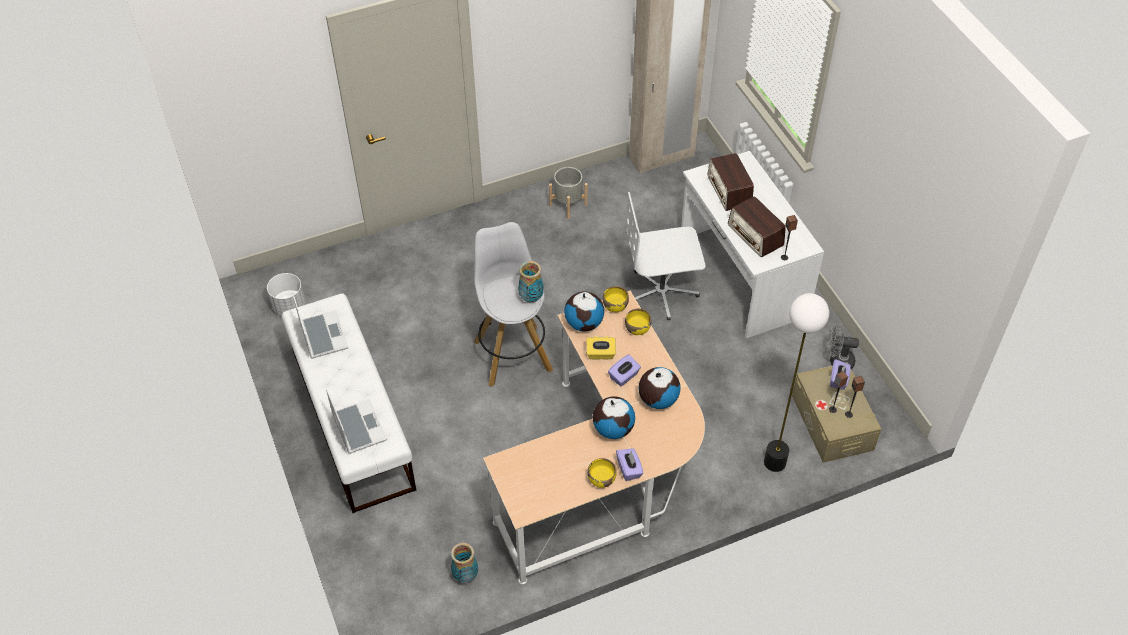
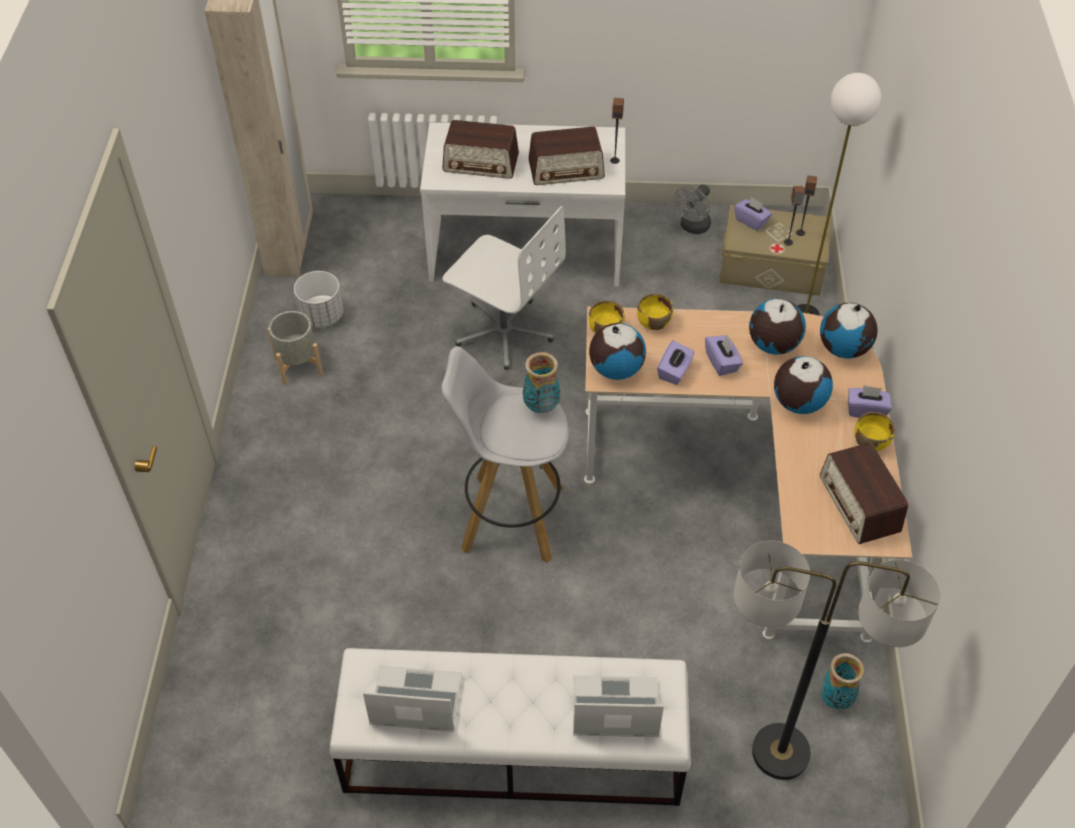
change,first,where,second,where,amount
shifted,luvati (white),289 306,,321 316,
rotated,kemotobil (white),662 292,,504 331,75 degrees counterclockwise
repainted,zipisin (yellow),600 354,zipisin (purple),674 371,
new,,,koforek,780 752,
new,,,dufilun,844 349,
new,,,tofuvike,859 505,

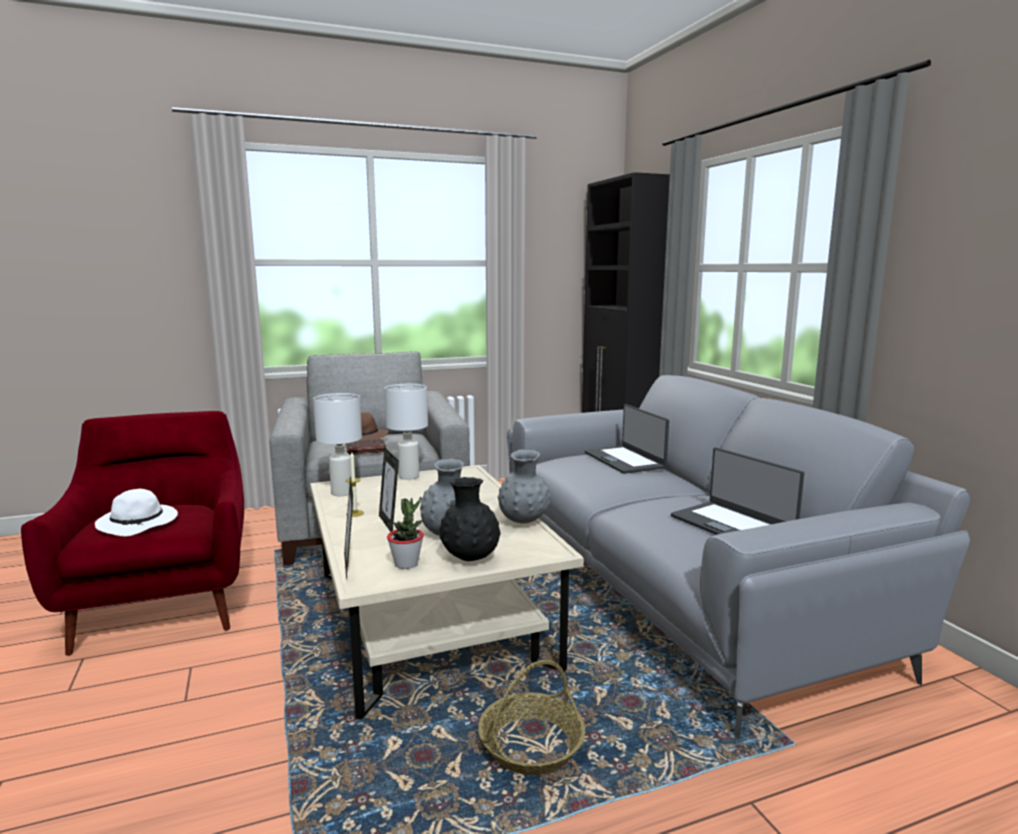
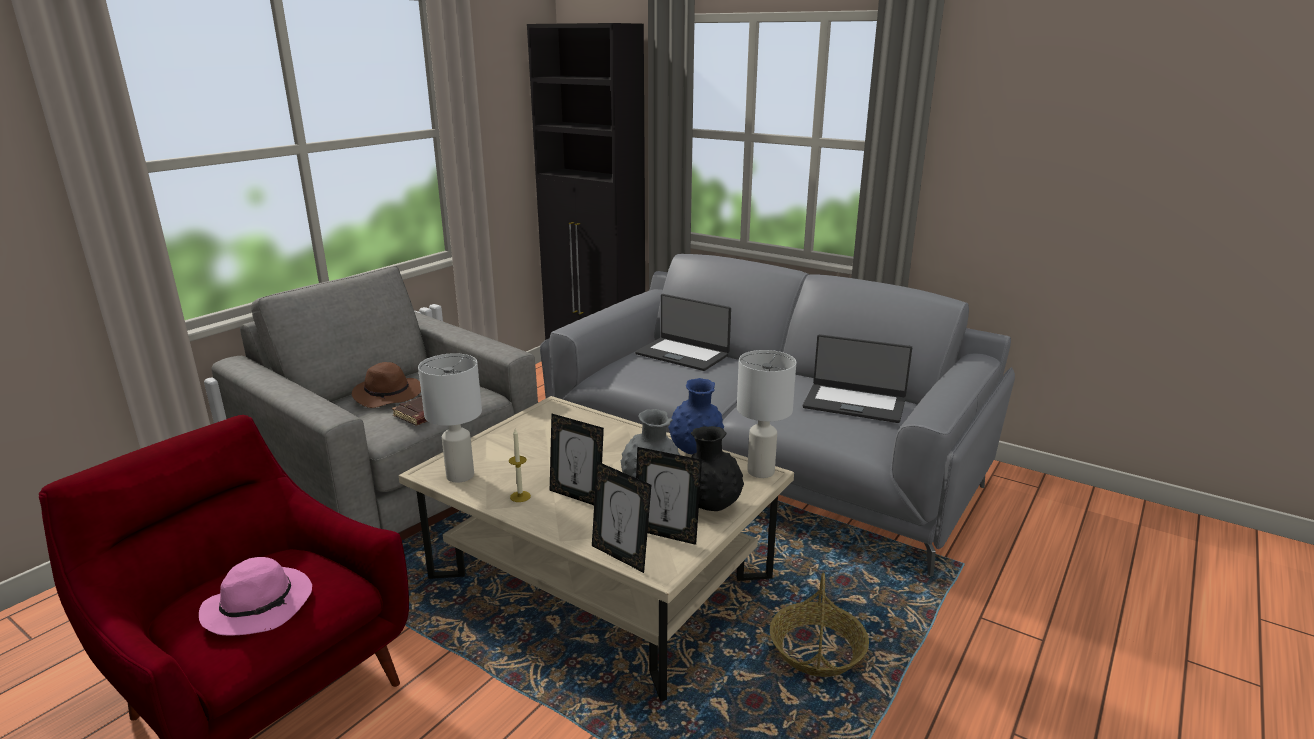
change,first,where,second,where,amount
repainted,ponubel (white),139 524,ponubel (pink),260 605,
swapped,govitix,406 564,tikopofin,666 534,
repainted,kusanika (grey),523 521,kusanika (blue),696 451,
shifted,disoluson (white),408 477,,761 471,

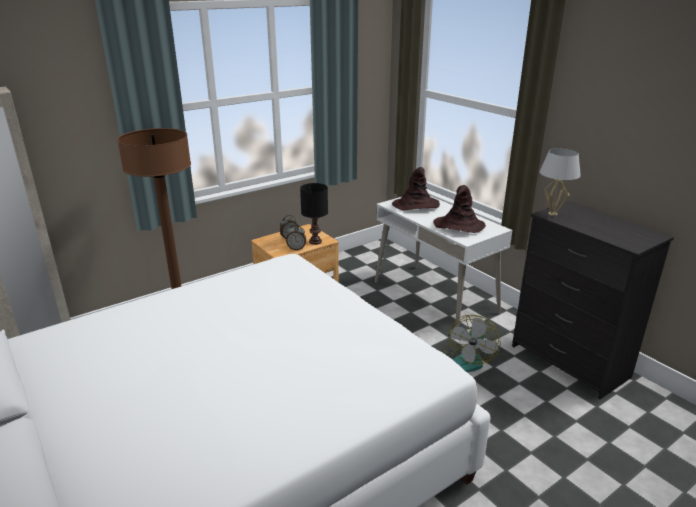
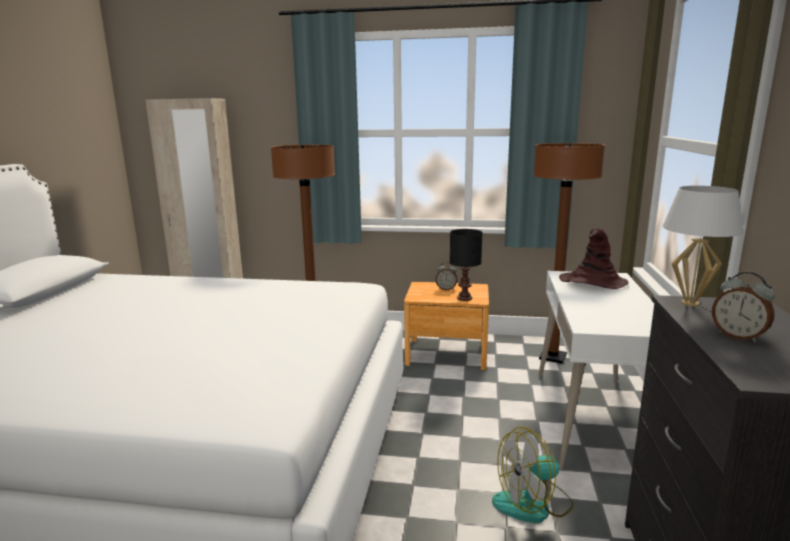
change,first,where,second,where,amount
new,,,koforek (brown),552 357,
shifted,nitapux,296 248,,738 336,
gone,ponubel (brown),458 225,,,

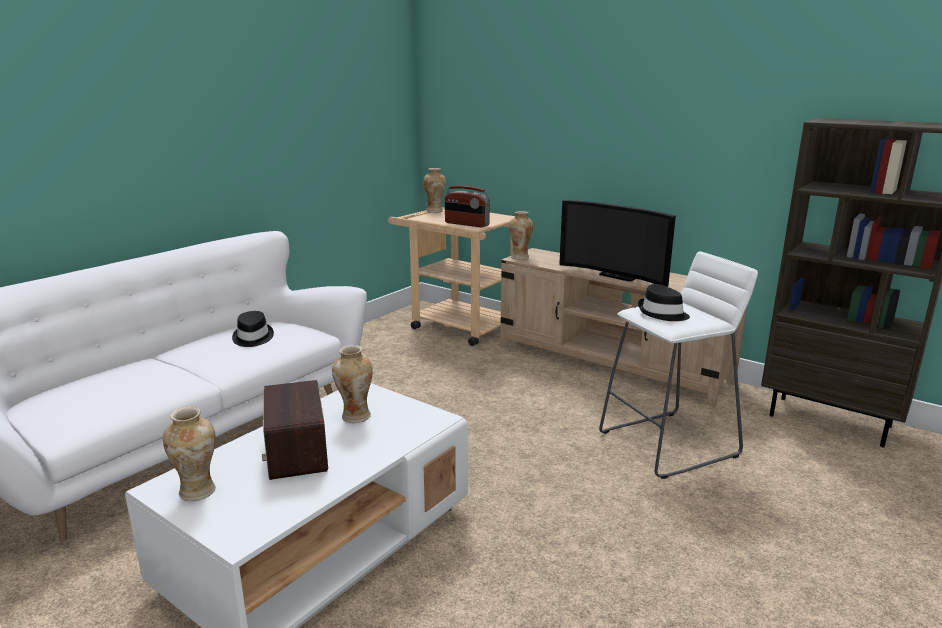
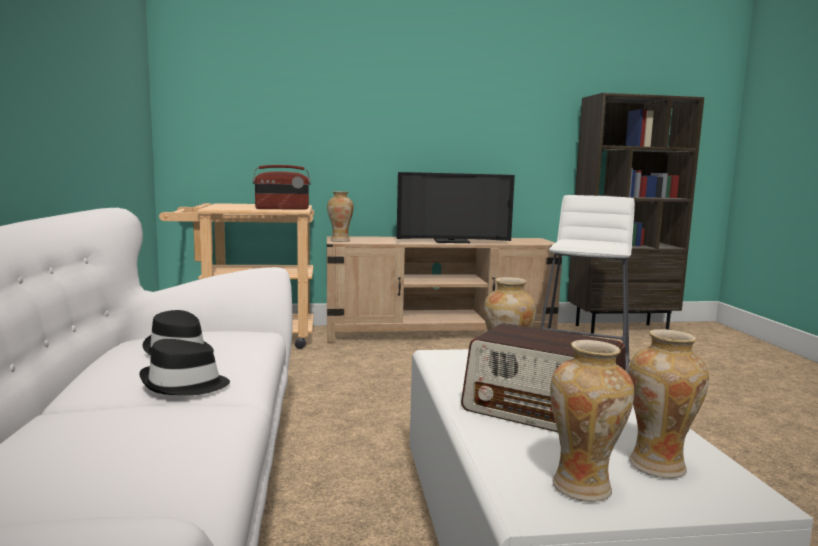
change,first,where,second,where,amount
shifted,ponubel (black),662 313,,184 384,
shifted,kusanika,435 211,,658 466,

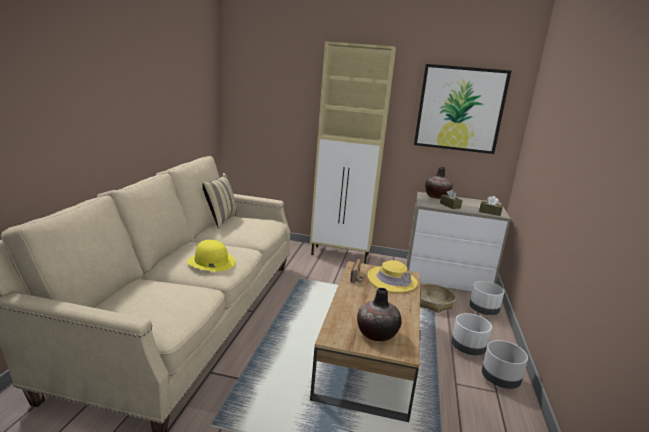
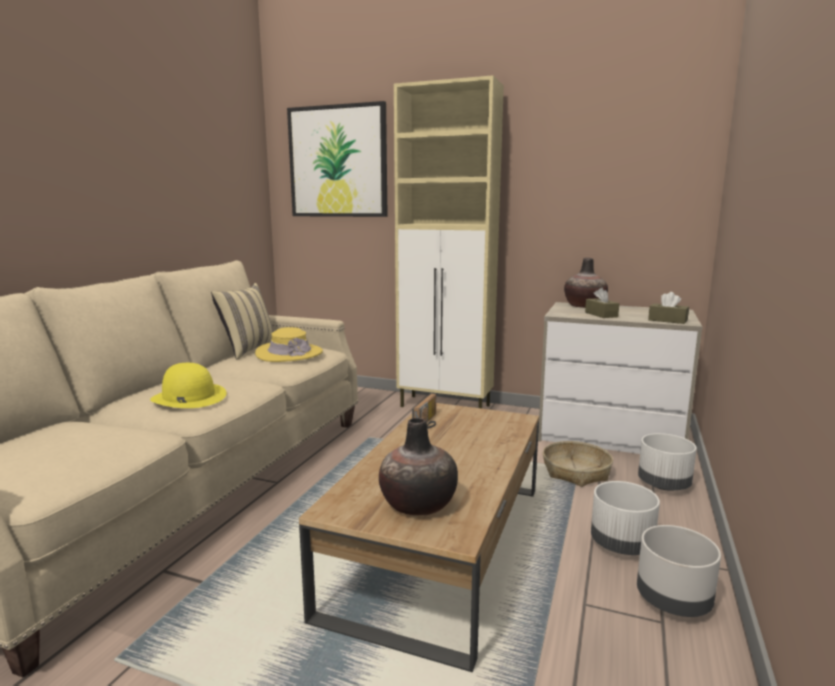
change,first,where,second,where,amount
shifted,ponubel (yellow),392 280,,289 353,
shifted,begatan,460 109,,338 162,

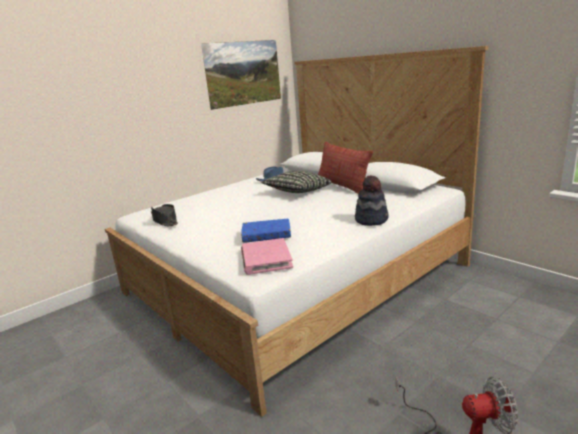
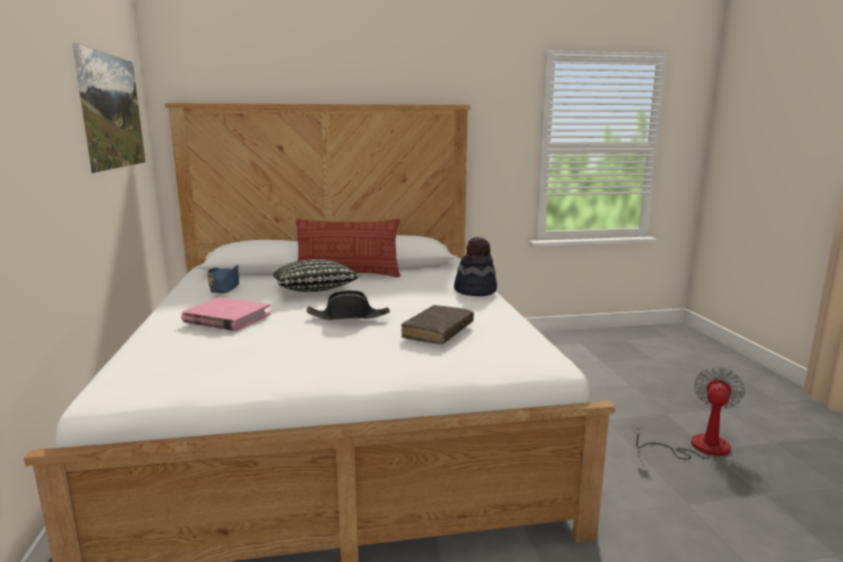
change,first,where,second,where,amount
shifted,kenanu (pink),266 259,,226 318,
shifted,ponubel (black),165 221,,349 316,
repainted,kenanu (blue),266 236,kenanu (brown),438 332,

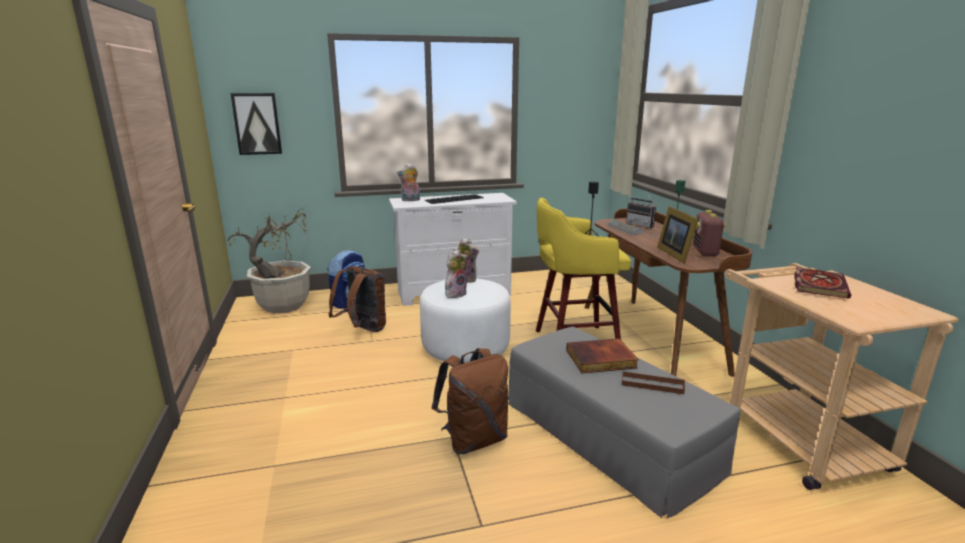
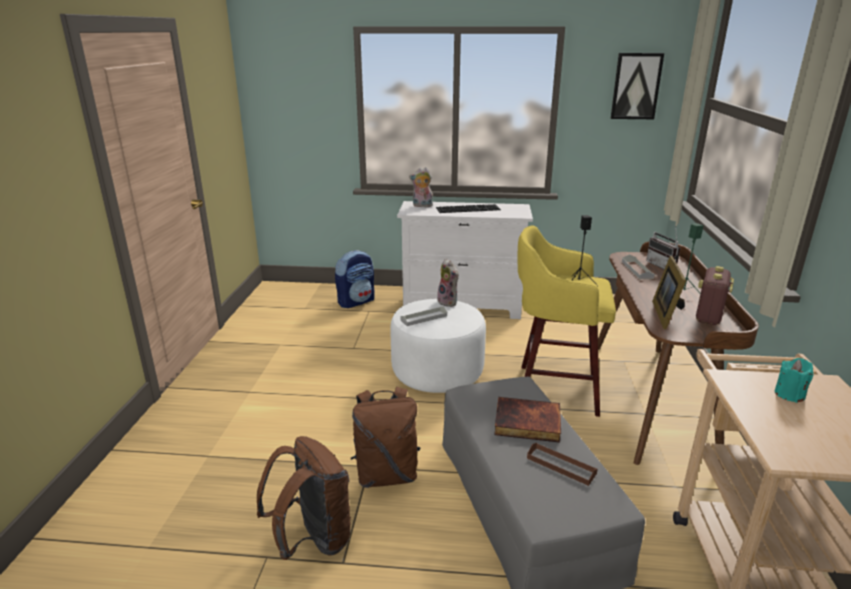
change,first,where,second,where,amount
shifted,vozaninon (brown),363 329,,313 540,
swapped,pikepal,455 293,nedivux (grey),424 318,
shifted,begatan,257 124,,636 86,
swapped,kenanu,818 285,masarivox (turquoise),789 394,
gone,govitix,283 306,,,

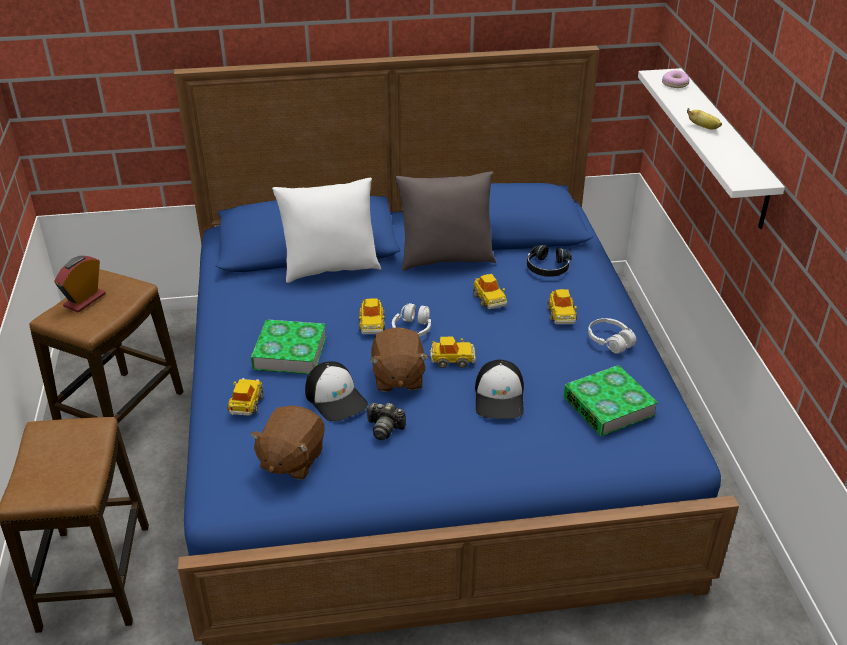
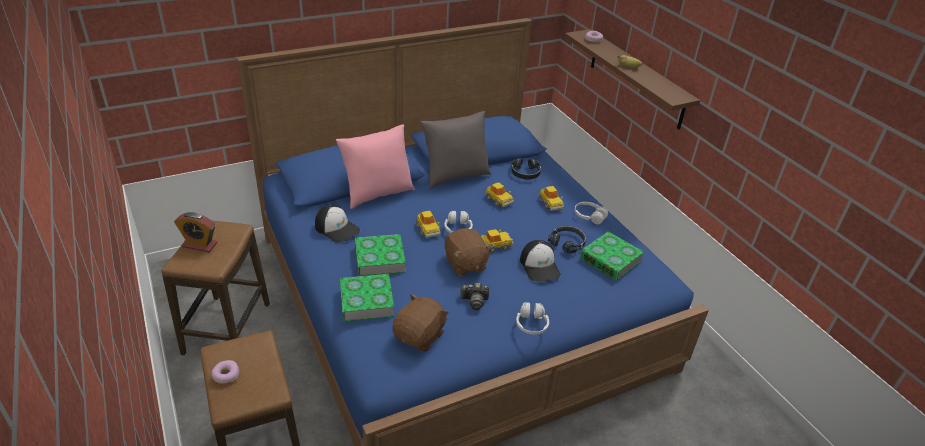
change,first,where,second,where,amount
rotated,nitapux,85 300,,199 245,90 degrees counterclockwise
new,,,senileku,226 375,
shifted,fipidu,336 398,,337 228,
repainted,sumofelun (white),330 268,sumofelun (pink),377 194,
swapped,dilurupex,246 403,kenanu,366 301,
rotated,pikepal (brown),291 459,,420 336,150 degrees counterclockwise
new,,,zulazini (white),531 324,
new,,,zulazini (black),567 243,
repainted,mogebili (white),722 147,mogebili (brown),636 78,

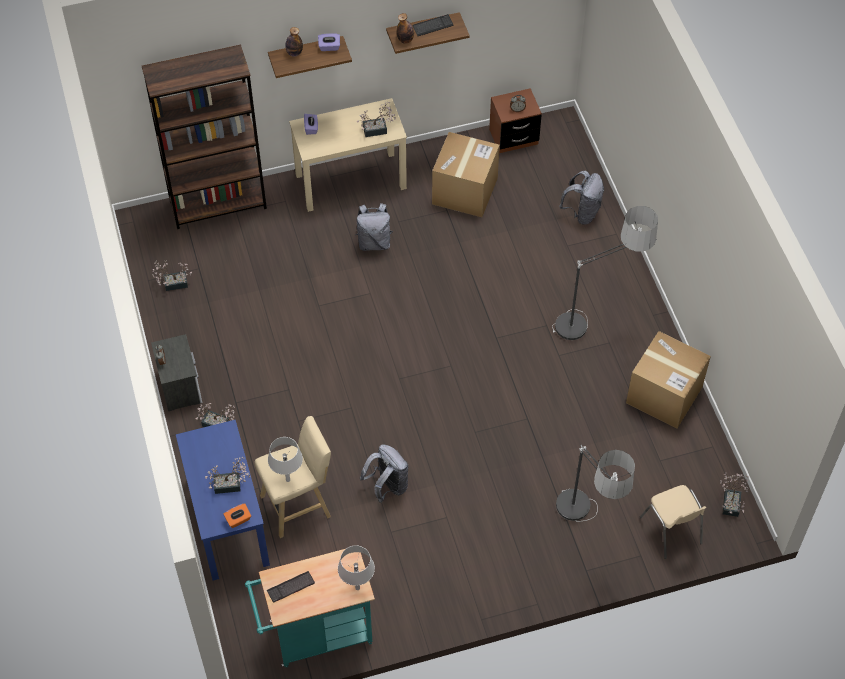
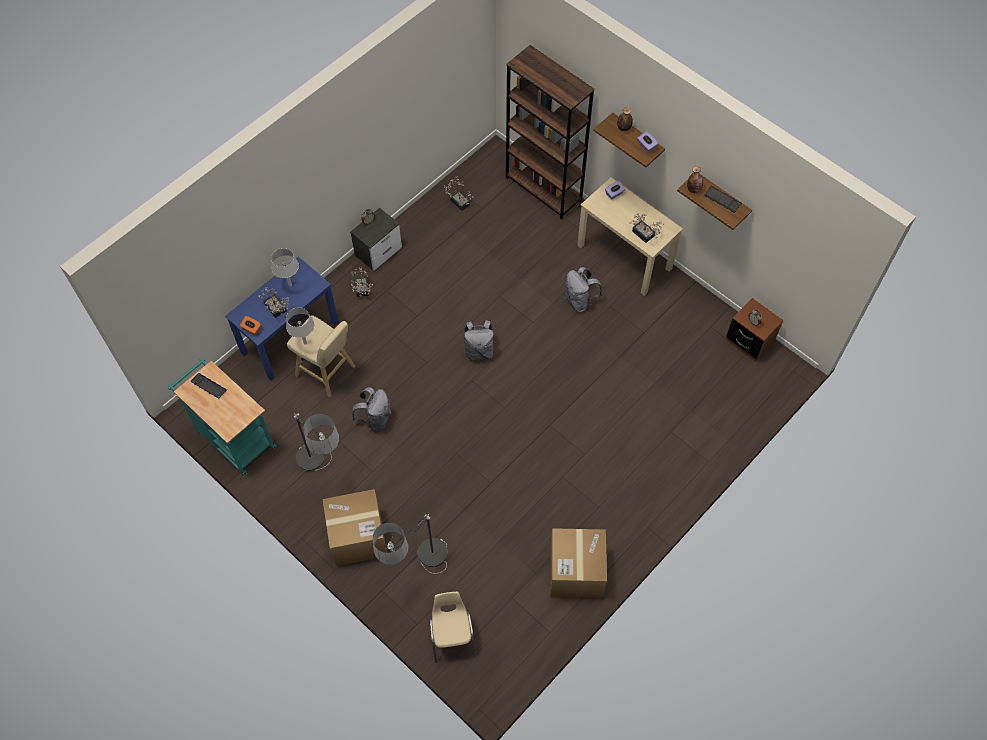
change,first,where,second,where,amount
shifted,disoluson (grey),357 588,,290 285,
shifted,koforek,596 323,,325 474,
shifted,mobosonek,465 191,,358 537,
rotated,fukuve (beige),671 531,,452 636,135 degrees clockwise
shifted,vozaninon (grey),582 212,,479 351,
gone,govitix,731 502,,,

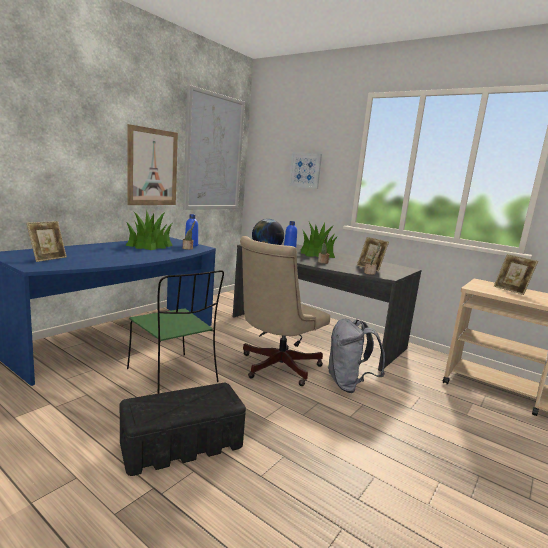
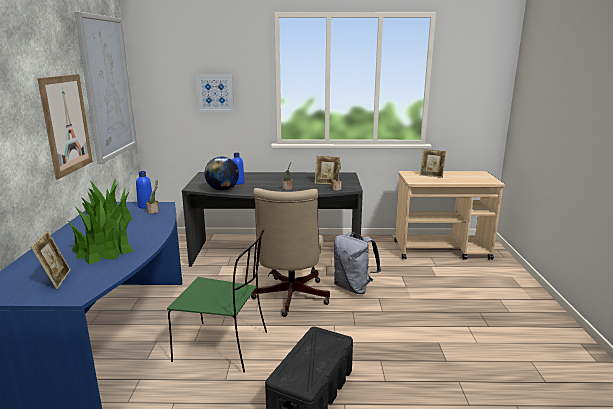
change,first,where,second,where,amount
shifted,govitix,317 254,,103 250,

